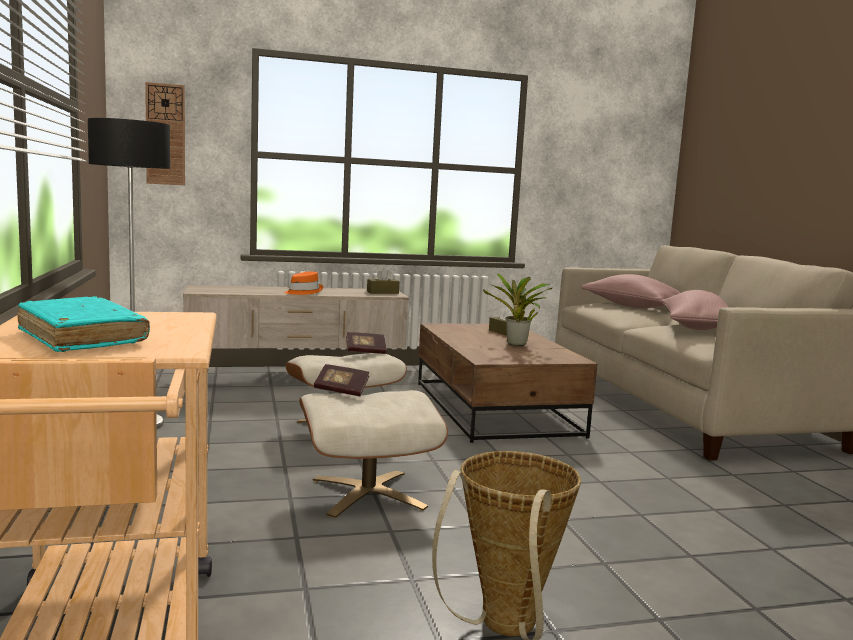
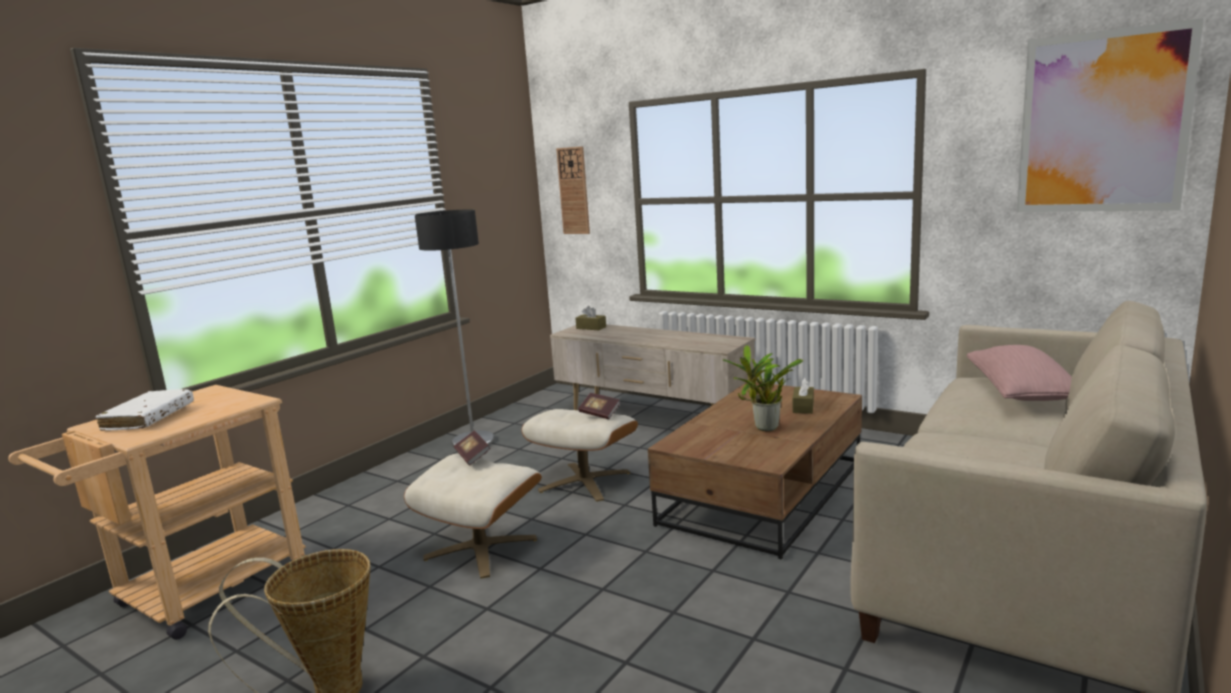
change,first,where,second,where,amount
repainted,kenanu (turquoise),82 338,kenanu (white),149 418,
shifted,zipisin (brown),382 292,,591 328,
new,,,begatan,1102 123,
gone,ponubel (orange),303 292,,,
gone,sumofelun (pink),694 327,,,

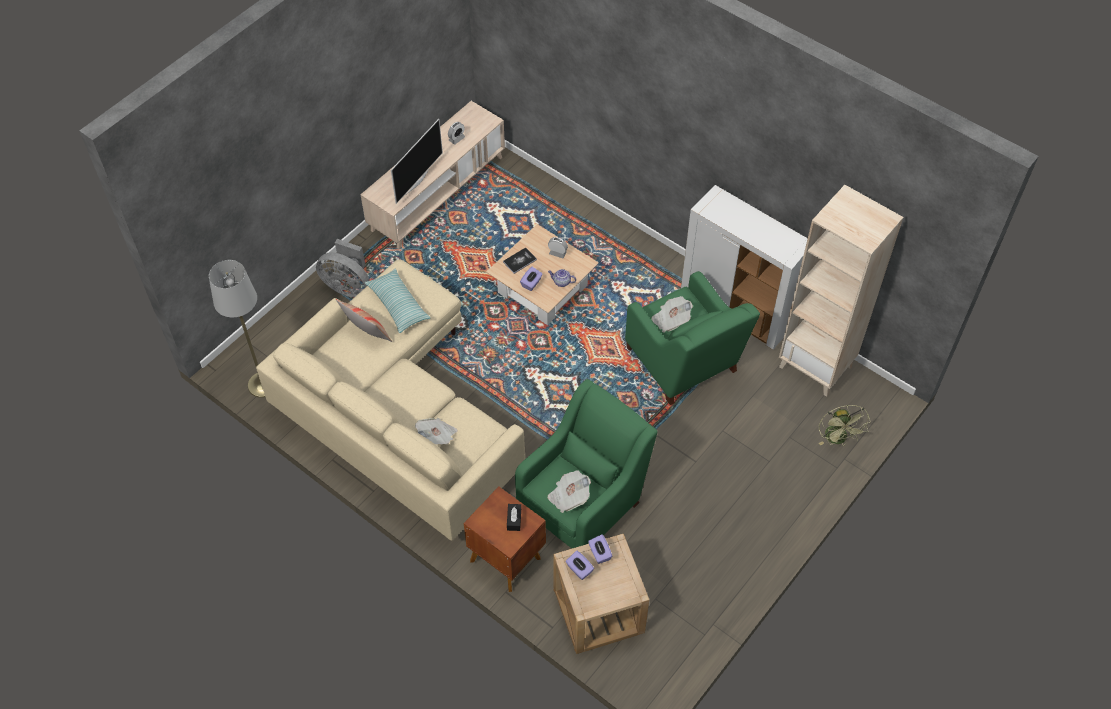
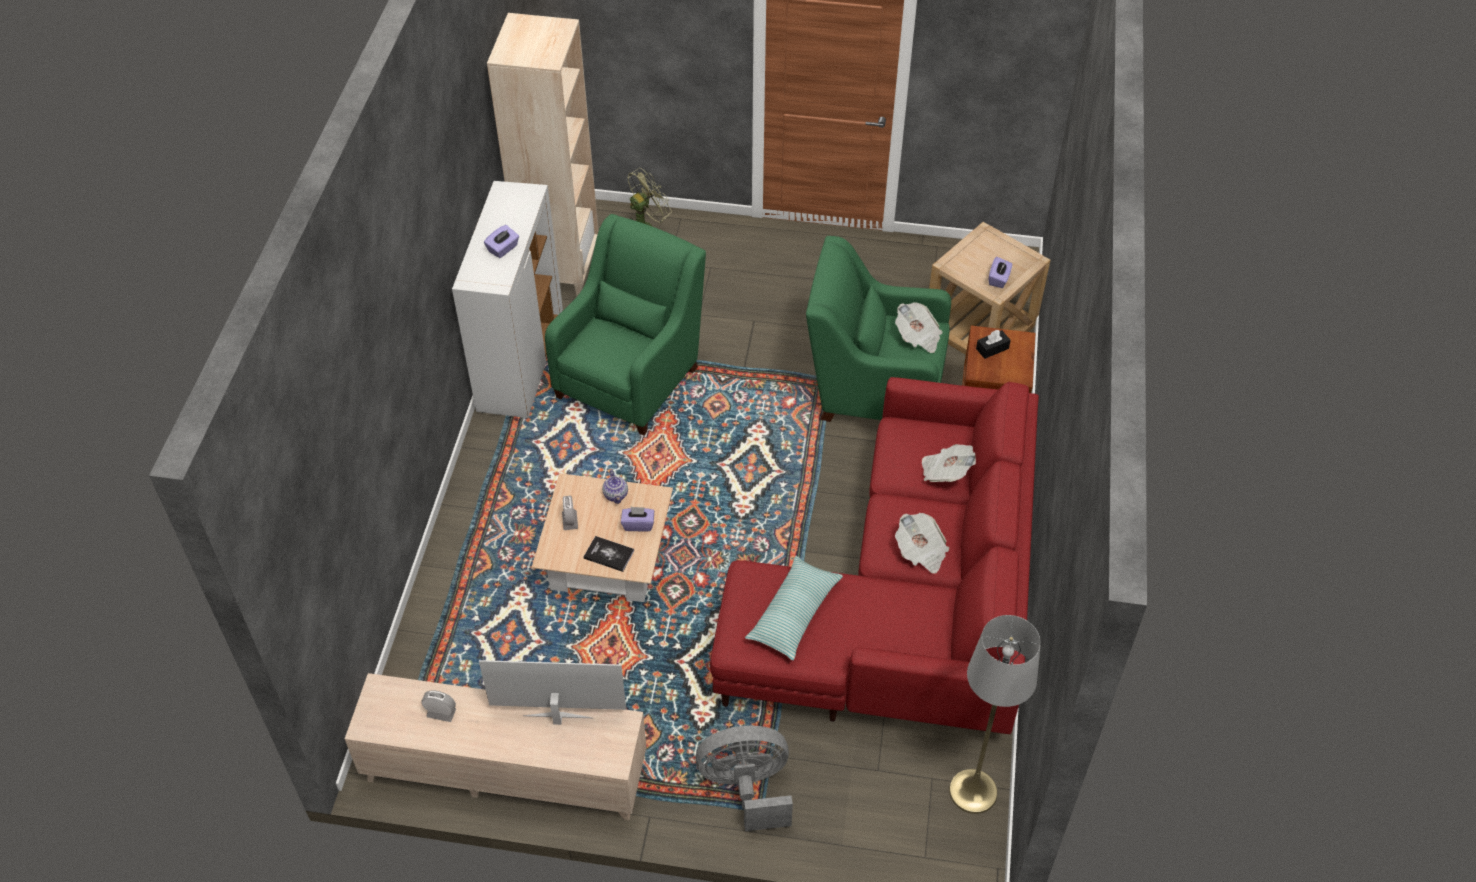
change,first,where,second,where,amount
shifted,zipisin (purple),599 553,,503 249,
rotated,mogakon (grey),348 286,,747 788,90 degrees counterclockwise
repainted,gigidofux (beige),399 419,gigidofux (red),904 606,
shifted,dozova,671 320,,921 552,
gone,sumofelun,367 334,,,

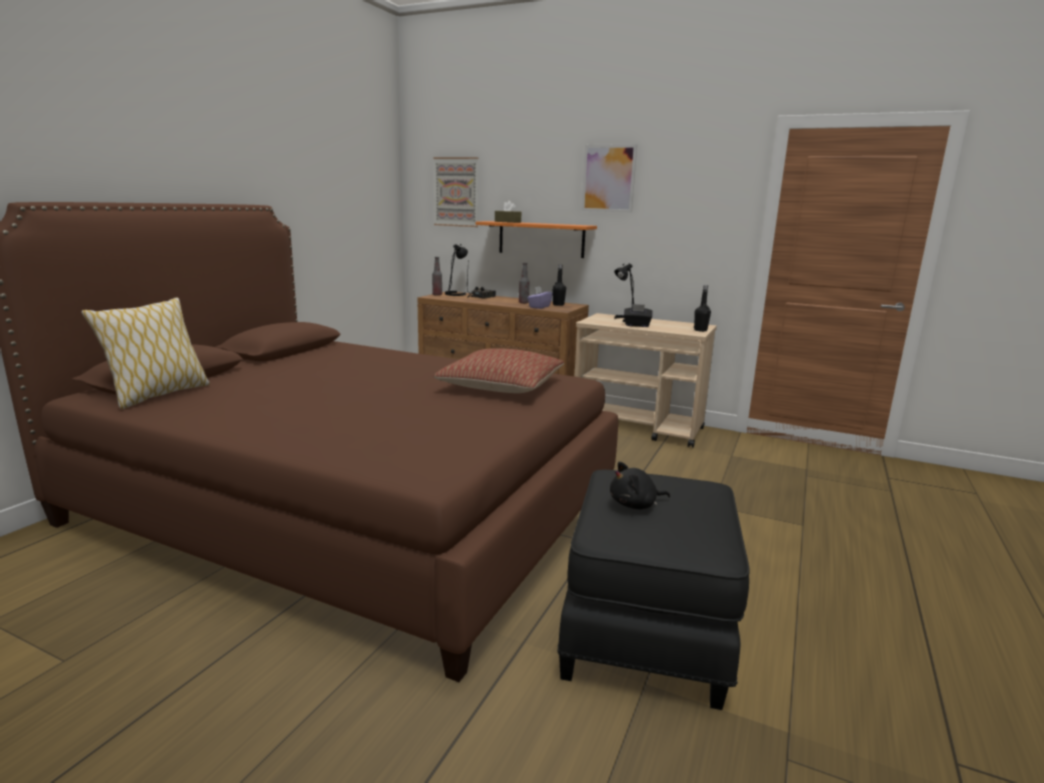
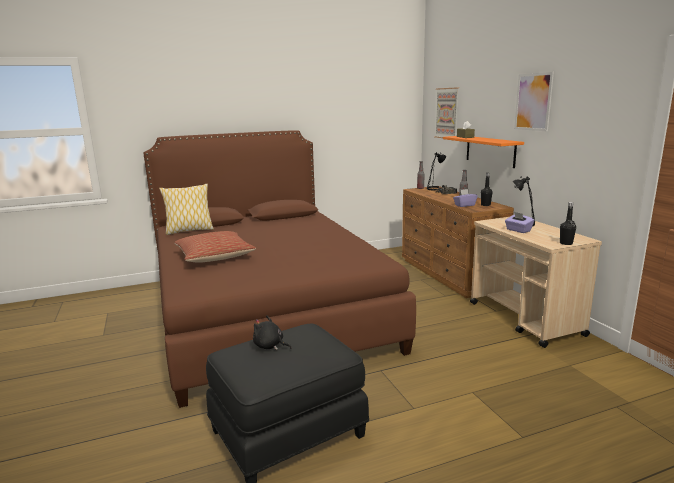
change,first,where,second,where,amount
shifted,sumofelun,501 387,,214 257,
repainted,zipisin (black),637 325,zipisin (purple),518 230,

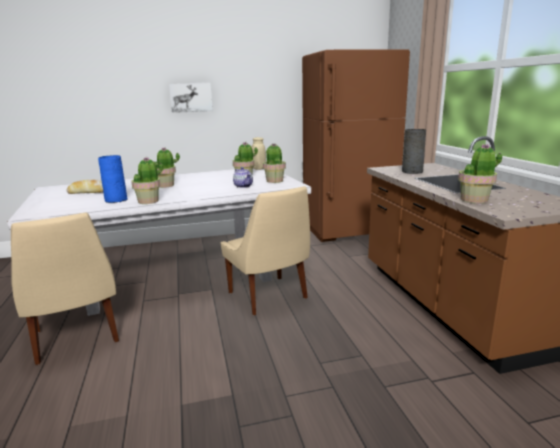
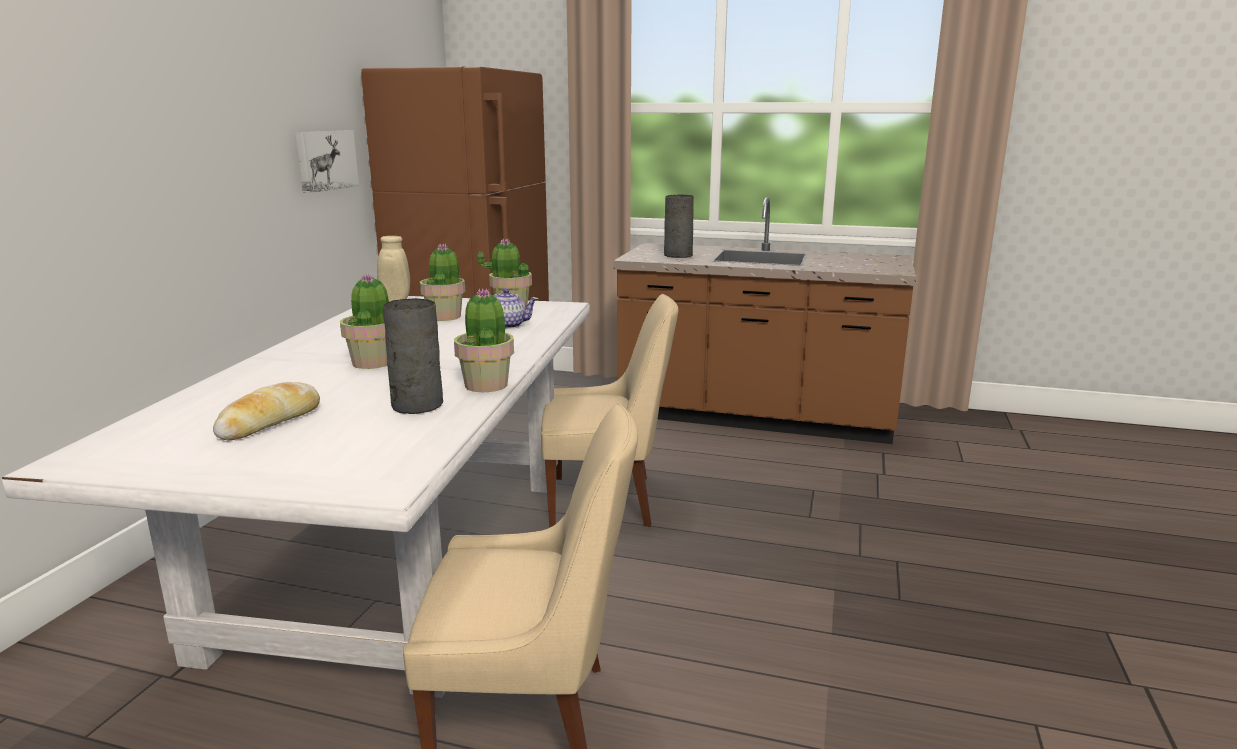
change,first,where,second,where,amount
shifted,begatan,191 97,,325 160,
repainted,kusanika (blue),116 200,kusanika (grey),415 405,
gone,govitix,475 200,,,

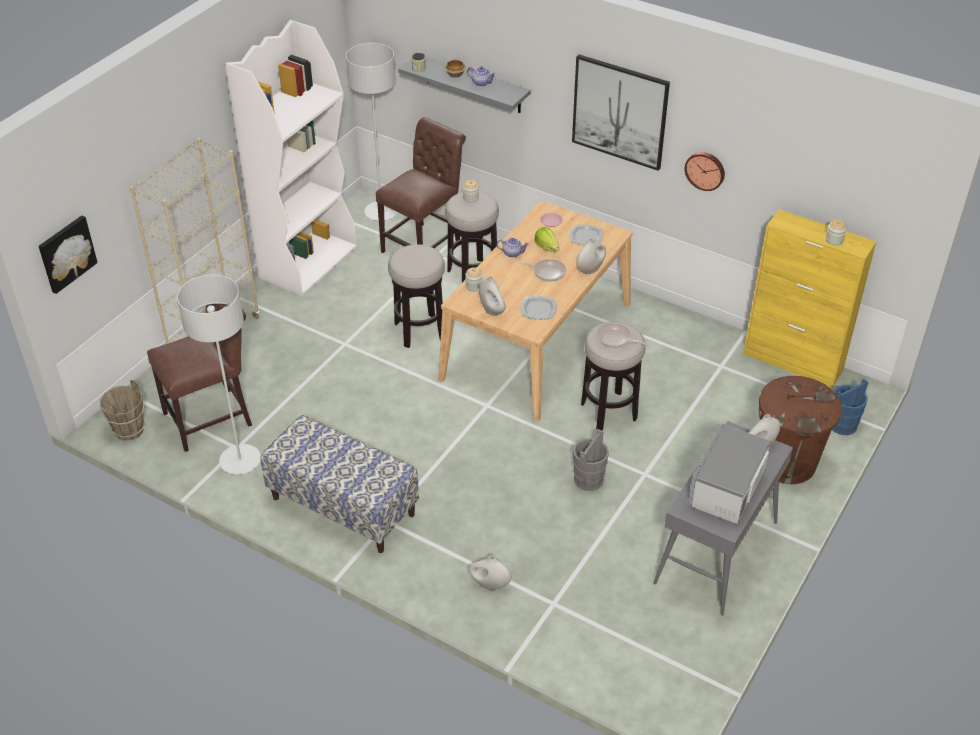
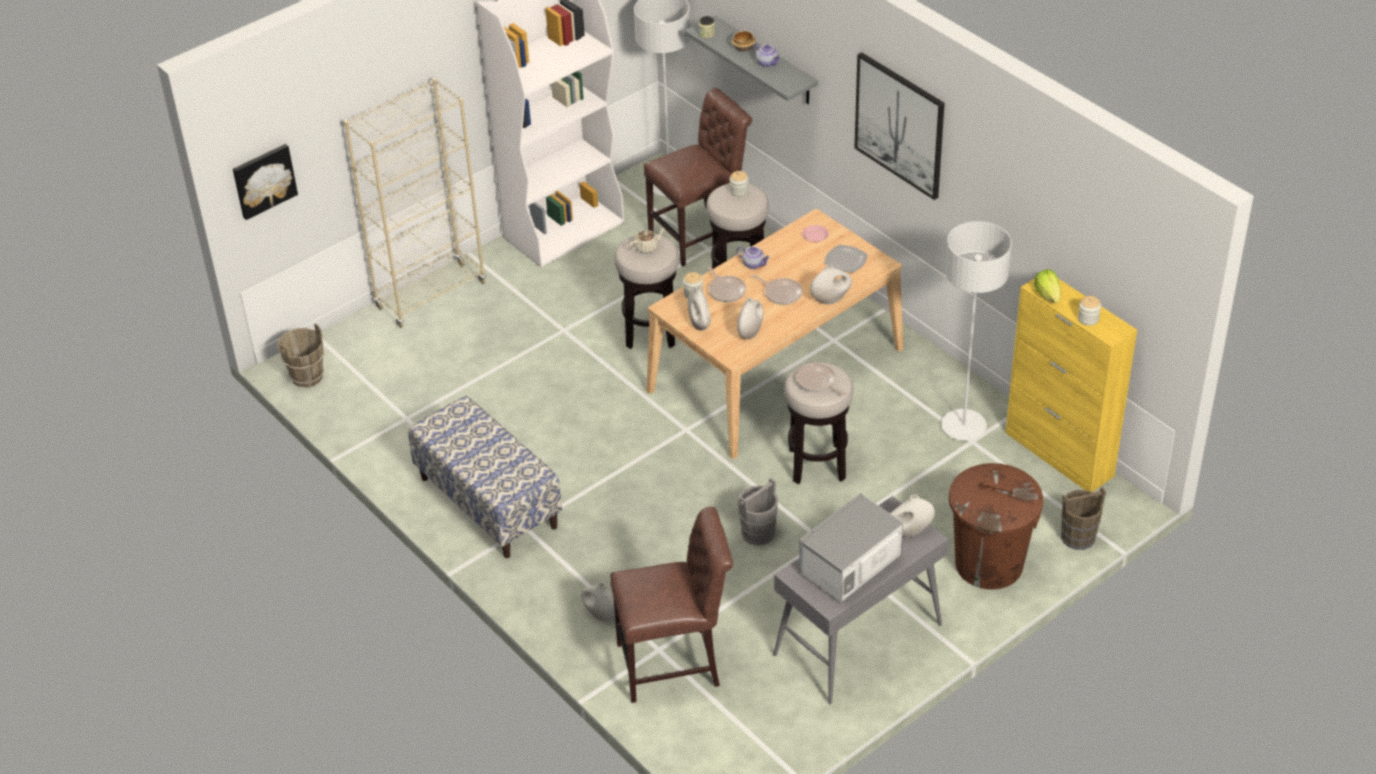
change,first,where,second,where,amount
shifted,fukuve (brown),213 418,,675 664,
new,,,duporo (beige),647 247,
new,,,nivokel,726 290,
swapped,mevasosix,538 309,kusanika (white),750 332,
shifted,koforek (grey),240 461,,963 426,
shifted,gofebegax,547 247,,1048 295,
repainted,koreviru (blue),843 424,koreviru (brown),1078 537,
gone,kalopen,705 170,,,

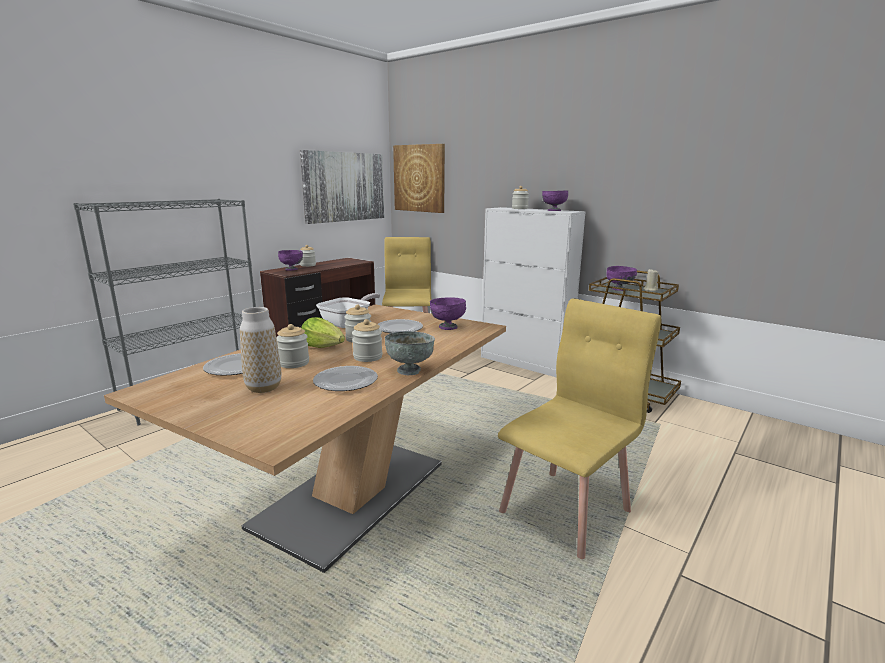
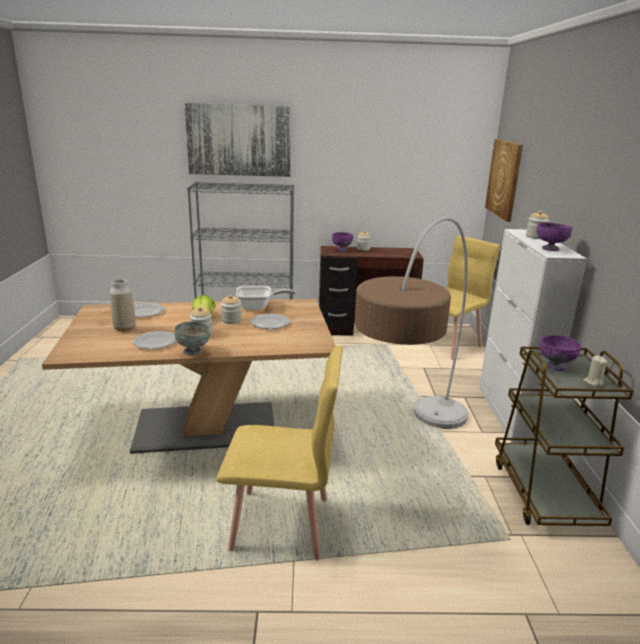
change,first,where,second,where,amount
shifted,begatan,344 187,,239 140,
new,,,koforek,411 450,
gone,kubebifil,294 363,,,
gone,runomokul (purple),447 327,,,

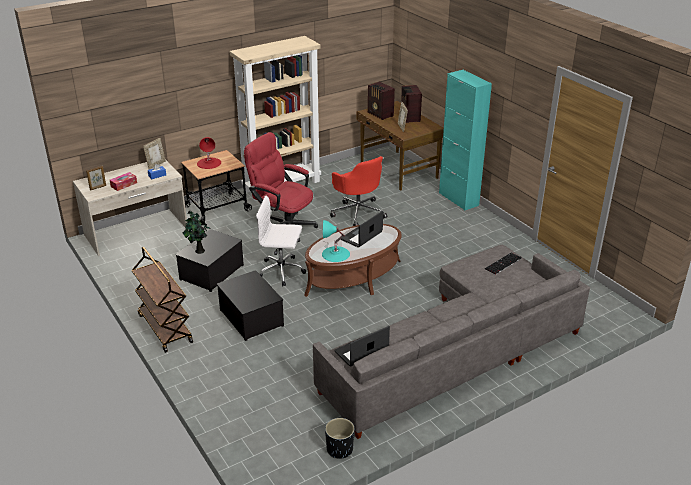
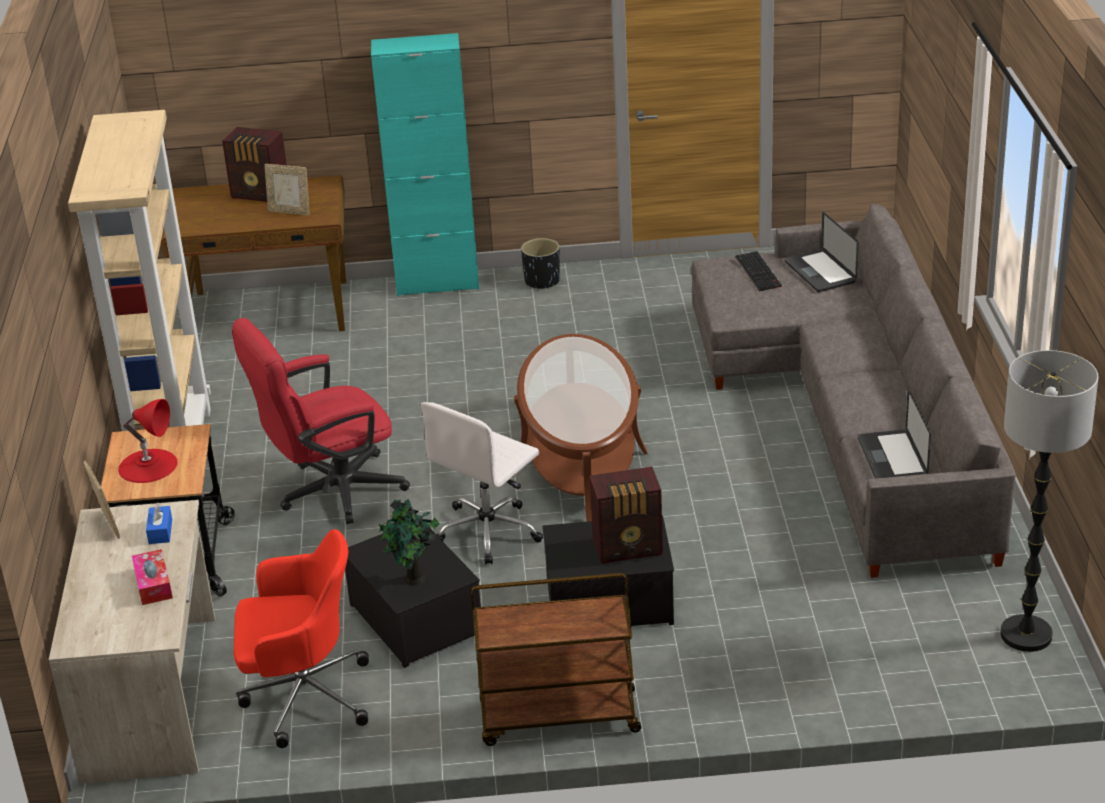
change,first,where,second,where,amount
shifted,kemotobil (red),358 212,,303 696,
shifted,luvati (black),339 449,,541 281,
shifted,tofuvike,380 114,,629 548,
shifted,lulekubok,361 236,,820 272,
new,,,koforek,1026 635,
gone,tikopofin,98 187,,,
gone,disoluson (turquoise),335 254,,,

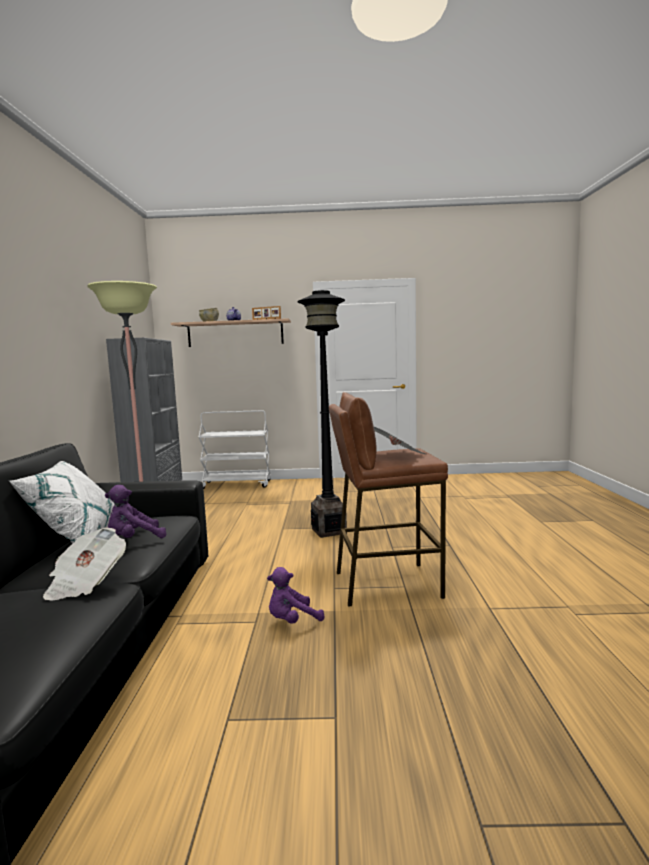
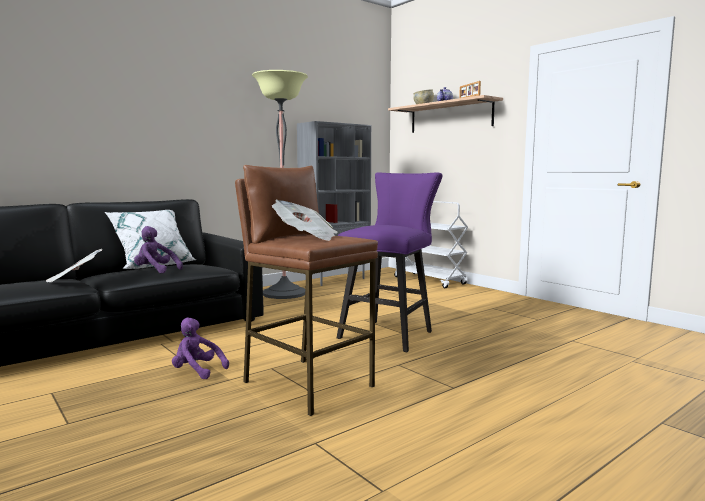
change,first,where,second,where,amount
swapped,koforek (black),329 531,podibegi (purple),390 333,

